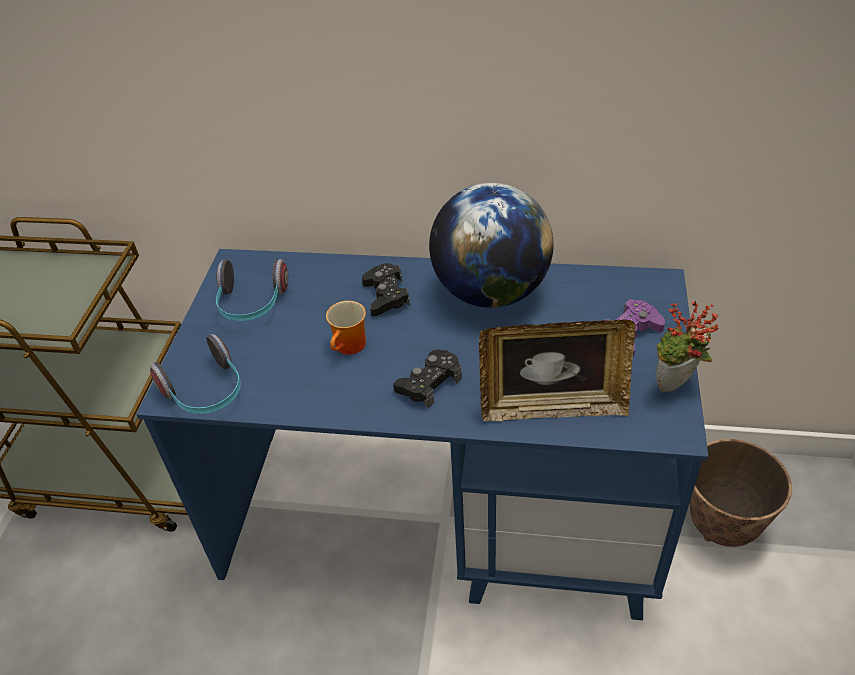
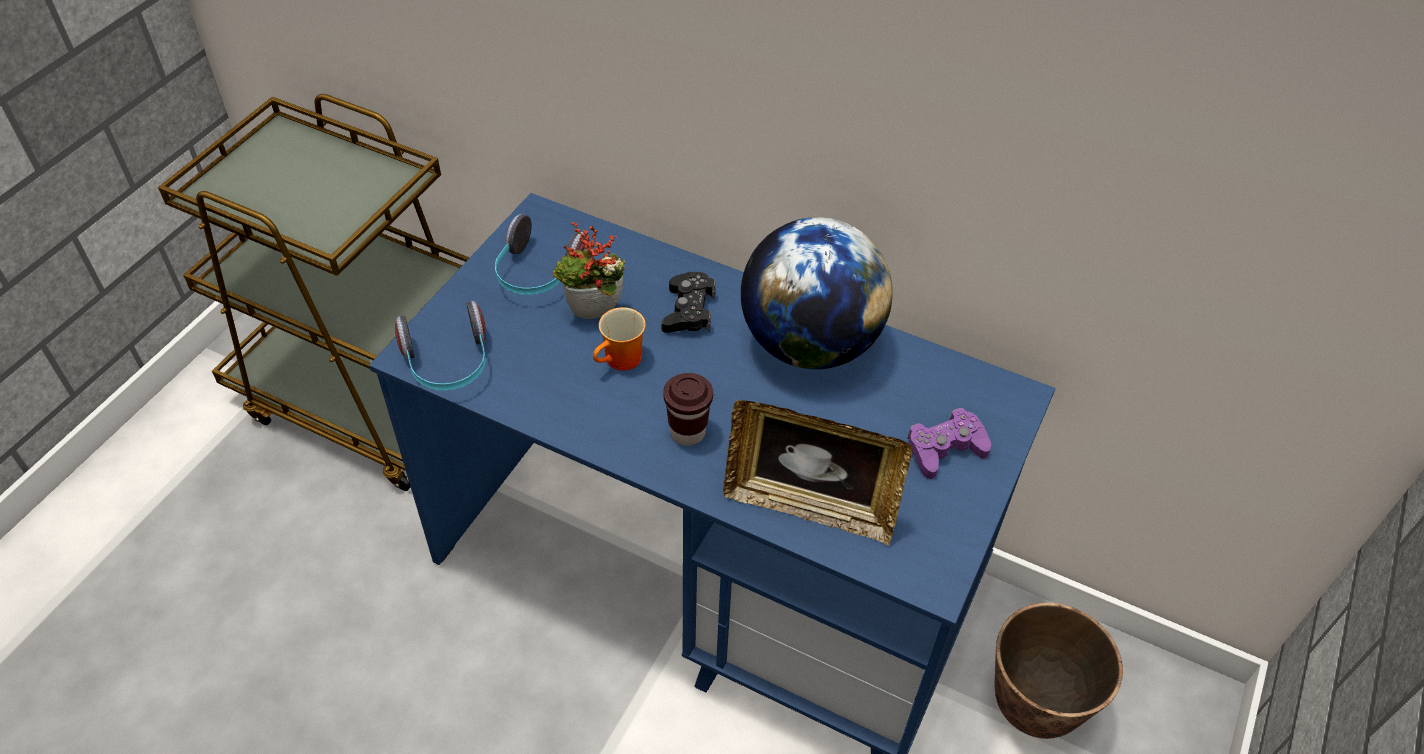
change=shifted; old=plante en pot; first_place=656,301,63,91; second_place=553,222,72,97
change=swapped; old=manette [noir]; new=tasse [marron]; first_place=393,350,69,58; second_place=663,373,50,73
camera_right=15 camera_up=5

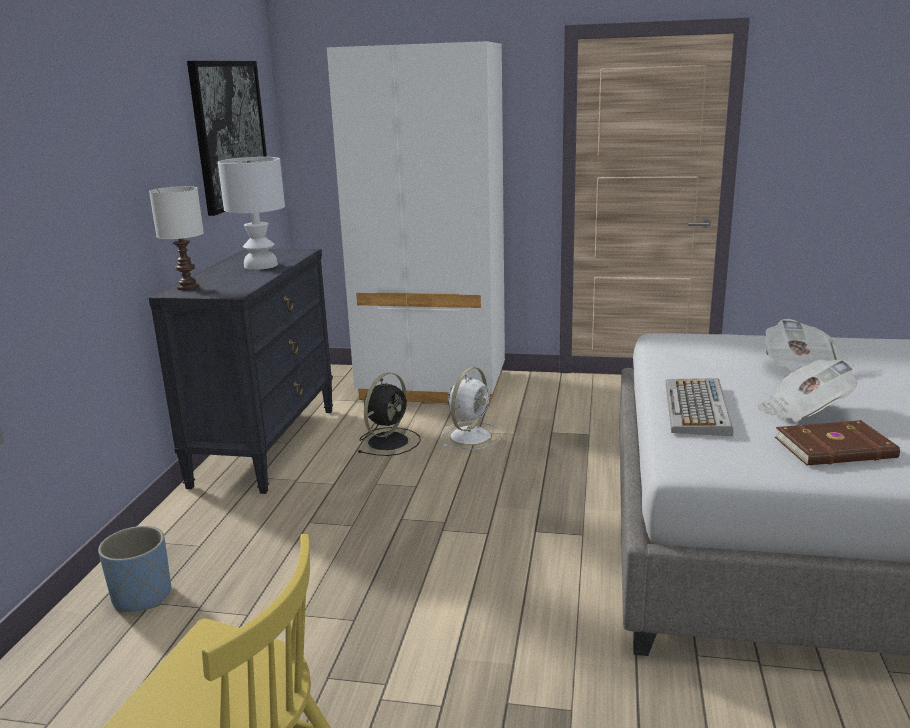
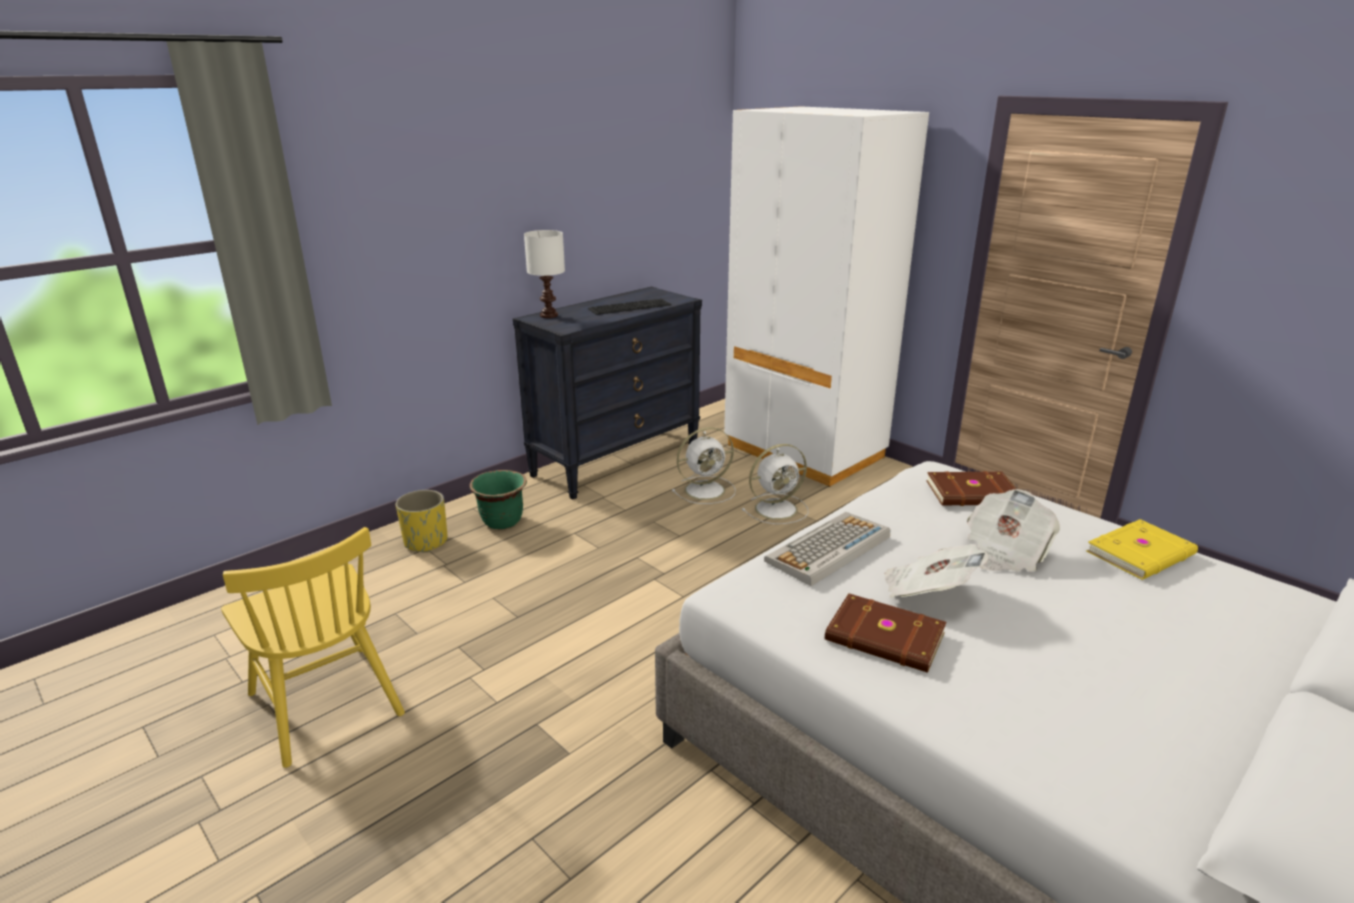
change=gone; old=tableau; first_place=187,61,80,155
change=new; new=cache-pot [vert]; second_place=470,470,57,60
change=new; new=livre [marron]; second_place=926,471,90,35
change=new; new=livre [jaune]; second_place=1087,519,111,61
change=swapped; old=lampe de table [blanc]; new=clavier; first_place=218,157,67,113; second_place=588,299,83,16
change=repainted; old=cache-pot [bleu]; new=cache-pot [jaune]; first_place=98,526,73,86; second_place=396,490,52,63
change=repainted; old=ventilateur [noir]; new=ventilateur [blanc]; first_place=357,372,64,84; second_place=672,427,64,77
camera_right=35 camera_up=5

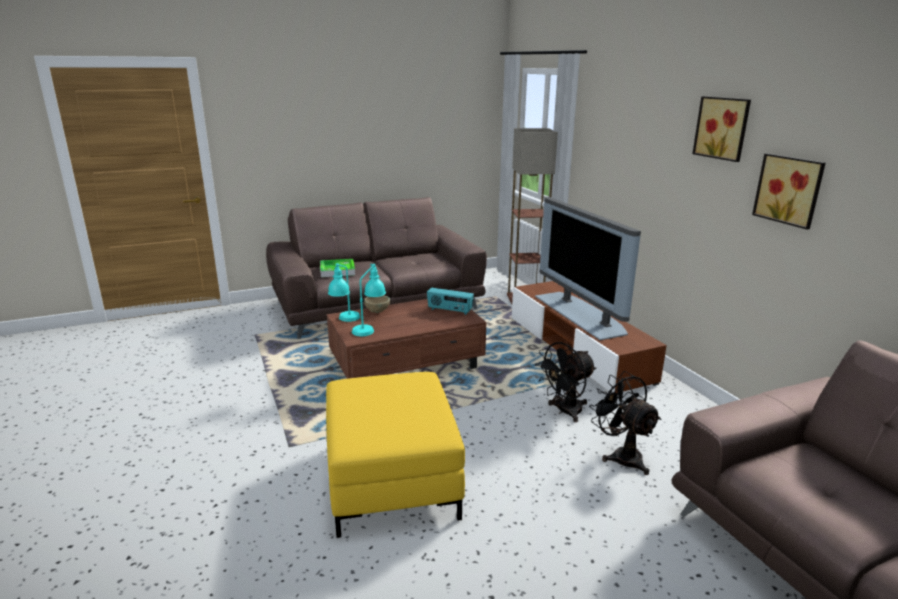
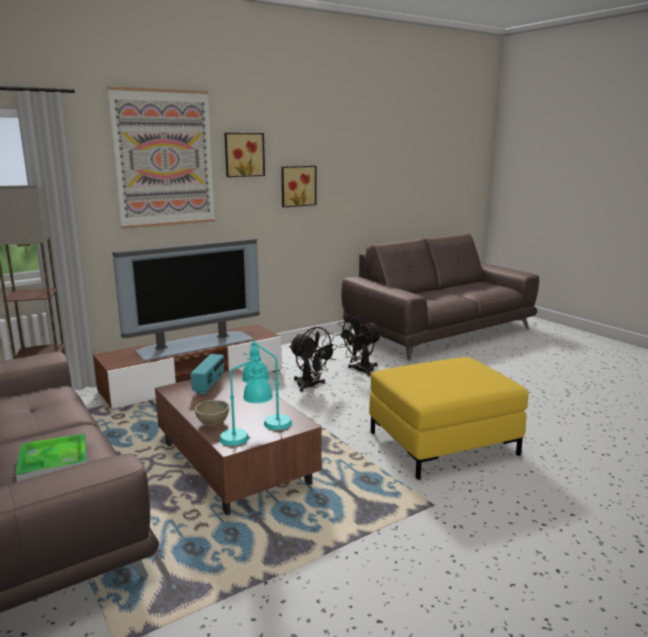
change=new; new=tableau; second_place=108,86,107,143
camera_right=-100 camera_up=-5

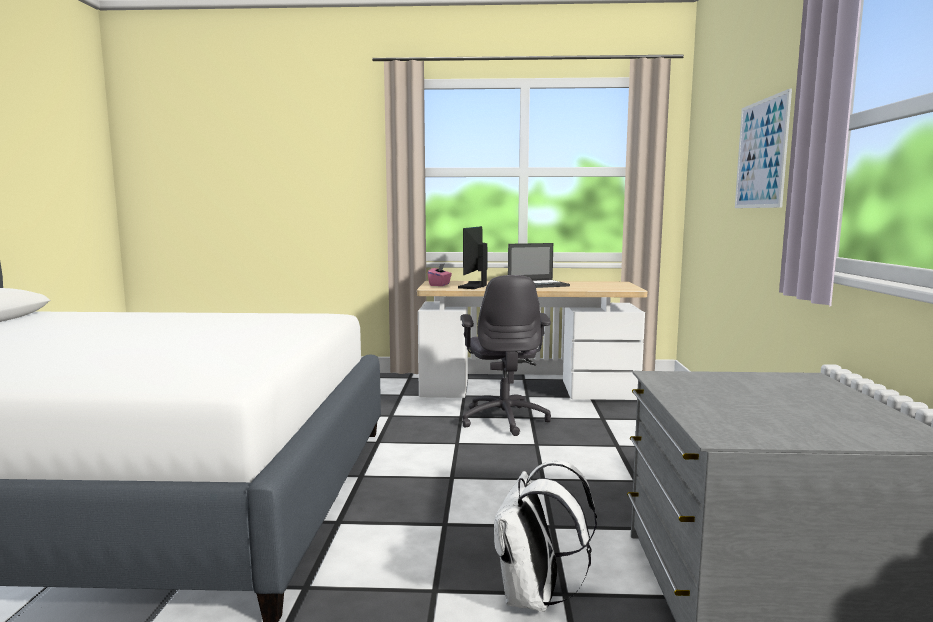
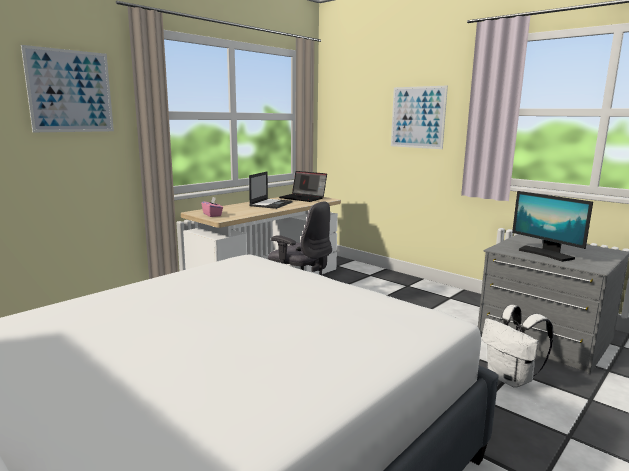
change=new; new=tableau; second_place=21,45,93,87
change=new; new=ordinateur portable; second_place=279,171,48,31
change=shifted; old=écran d'ordinateur; first_place=458,226,30,63; second_place=512,191,81,71
camera_right=-50 camera_up=5

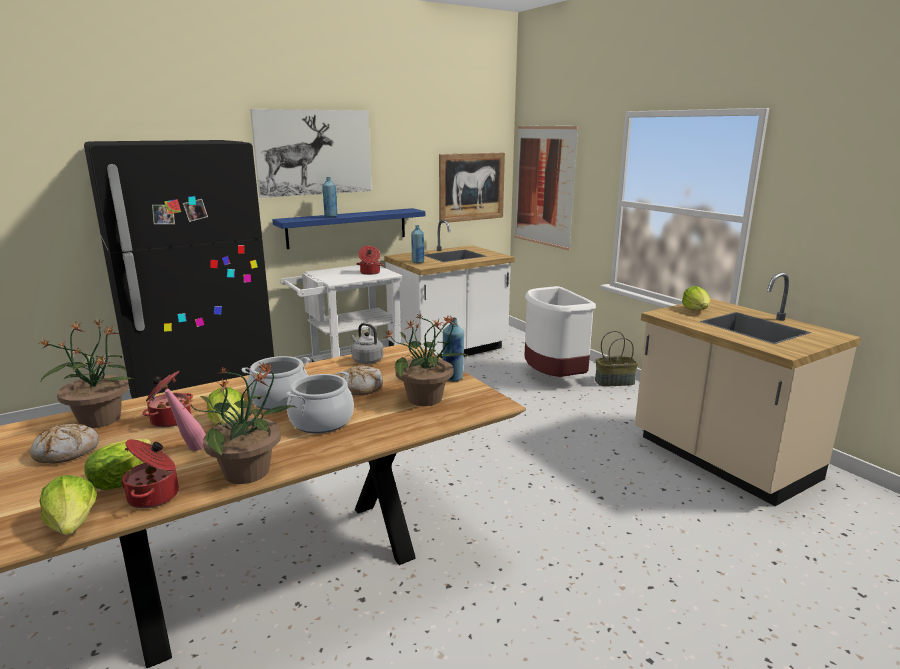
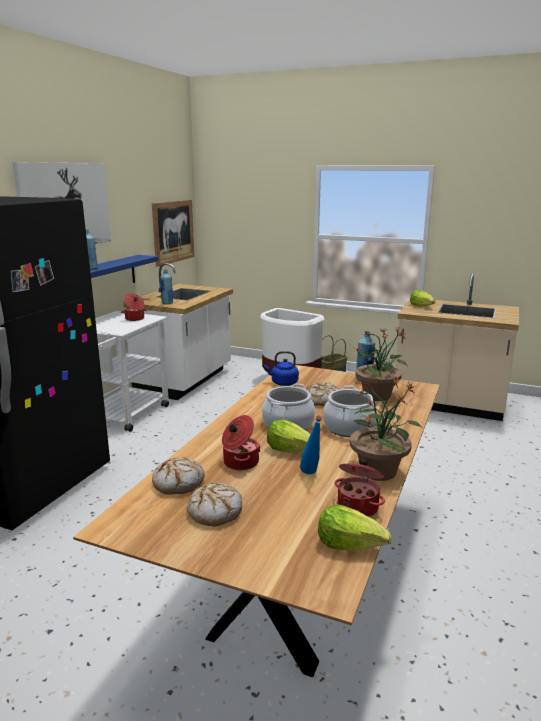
change=gone; old=laitue; first_place=84,439,68,51
change=gone; old=tableau; first_place=514,125,65,125
change=swapped; old=plante en pot; new=pain; first_place=40,320,95,108; second_place=152,457,53,38
change=repainted; old=bouteille [rose]; new=bouteille [bleu]; first_place=161,383,45,68; second_place=300,416,22,58
change=repainted; old=bouilloire [gris]; new=bouilloire [bleu]; first_place=351,323,32,41; second_place=264,351,35,35
camera_right=-35 camera_up=0

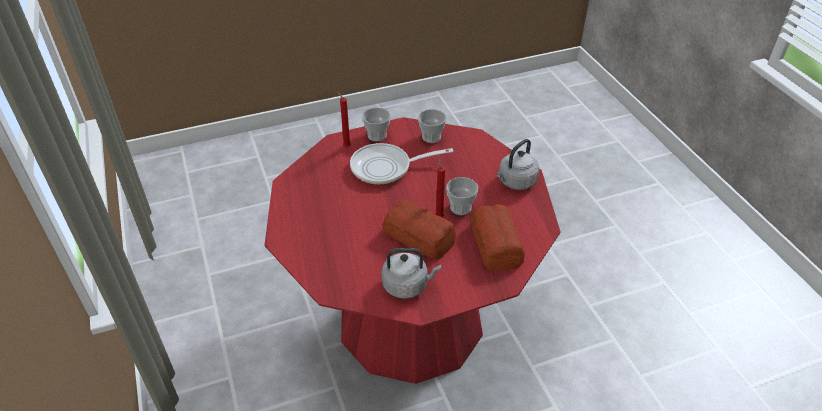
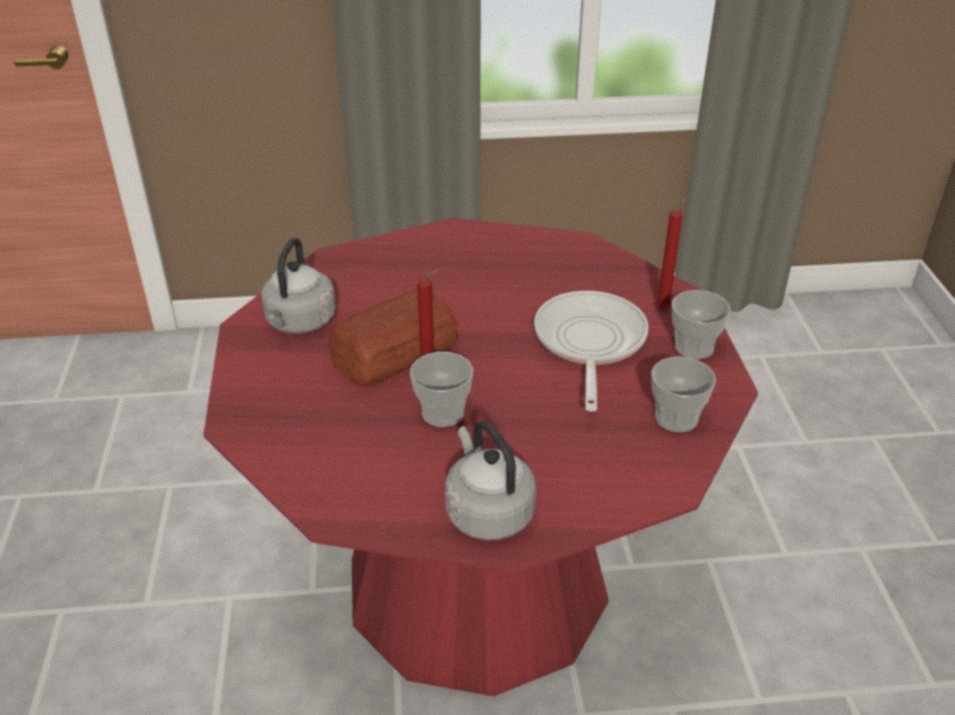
change=gone; old=pain; first_place=470,204,55,67
camera_right=105 camera_up=-5

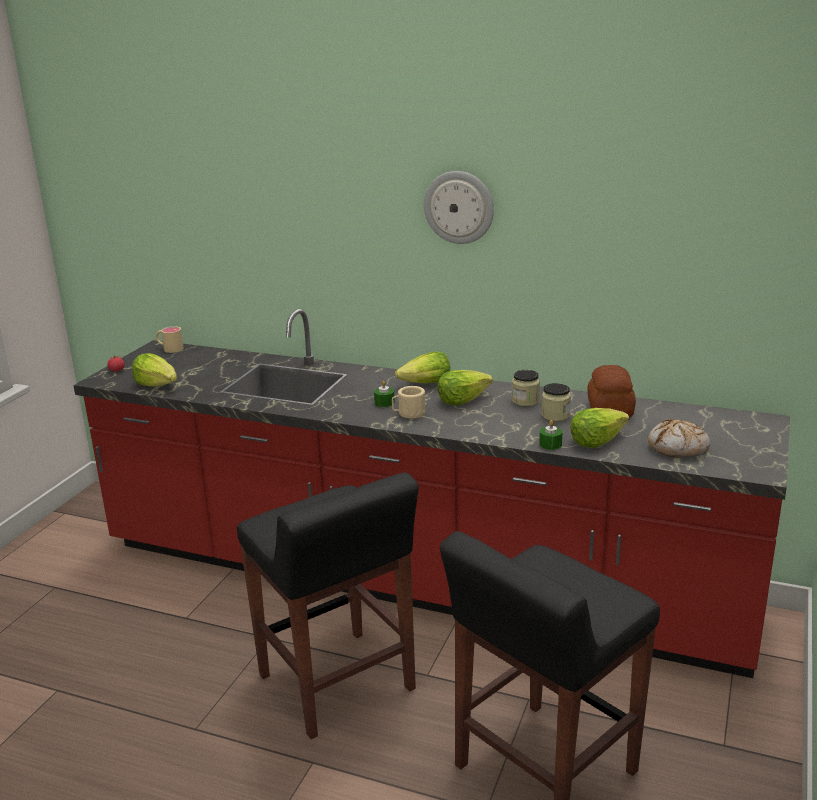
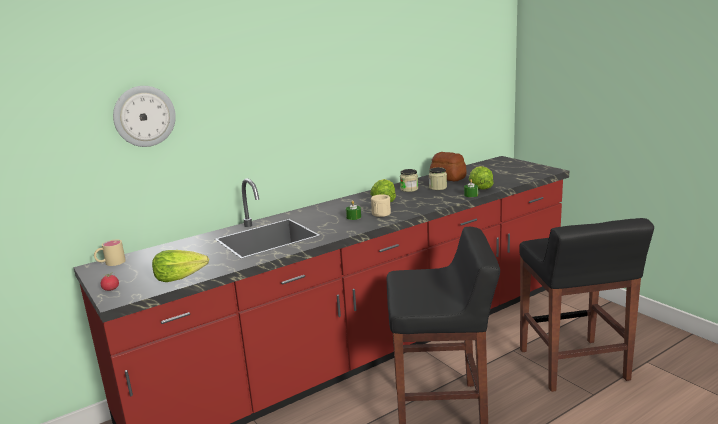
change=gone; old=laitue; first_place=395,351,55,32
change=gone; old=pain; first_place=648,419,62,39
change=shifted; old=horloge murale; first_place=424,171,70,73; second_place=113,86,63,61
camera_right=-55 camera_up=-5

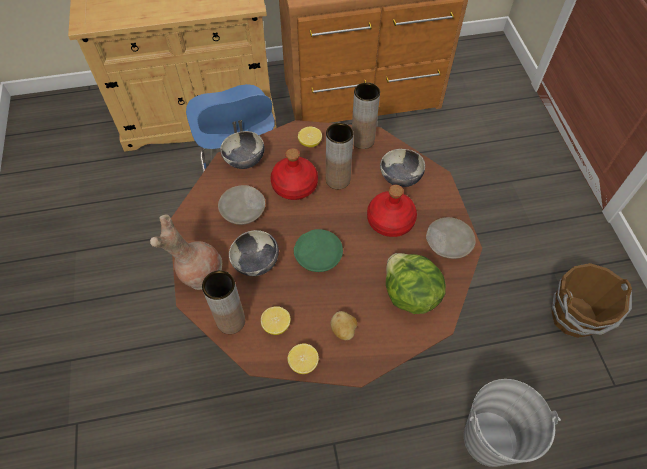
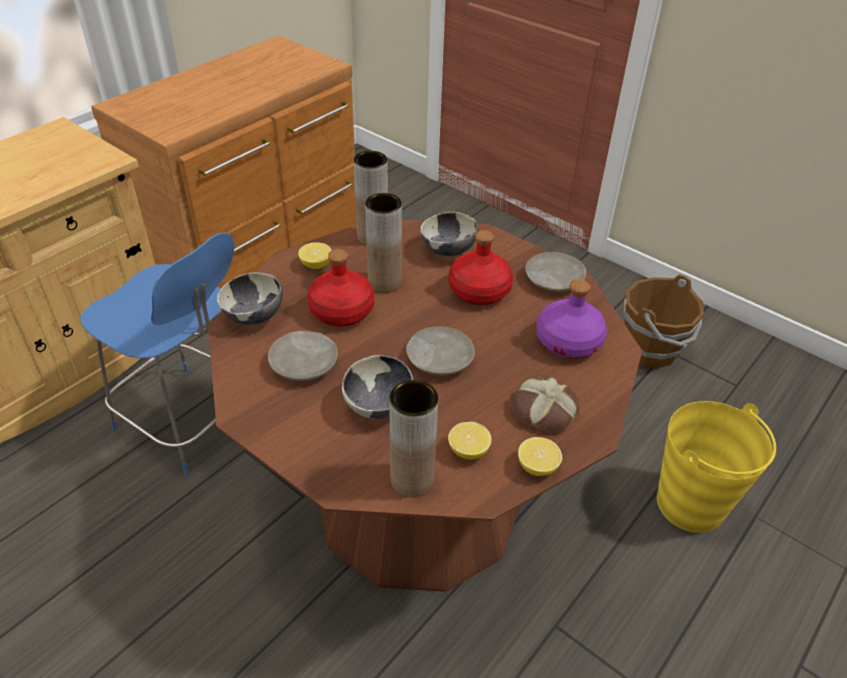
change=gone; old=vase [marron]; first_place=150,214,72,76
change=swapped; old=pomme de terre; new=pain; first_place=330,311,27,29; second_place=512,375,68,57
change=swapped; old=laitue; new=bouteille [violet]; first_place=386,253,60,61; second_place=536,279,71,80
change=repainted; old=assiette [vert]; new=assiette [beige]; first_place=294,229,49,43; second_place=406,326,69,49
change=repainted; old=seau [gris]; new=seau [jaune]; first_place=464,379,97,88; second_place=657,401,119,132
camera_right=-40 camera_up=-15

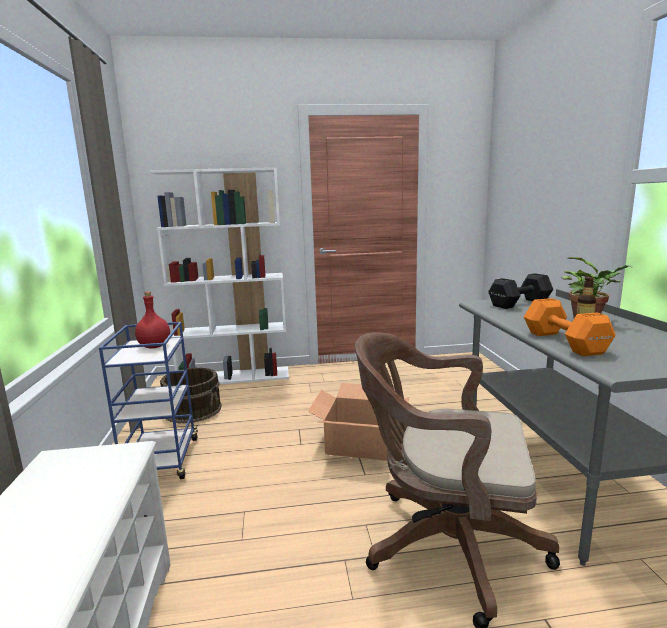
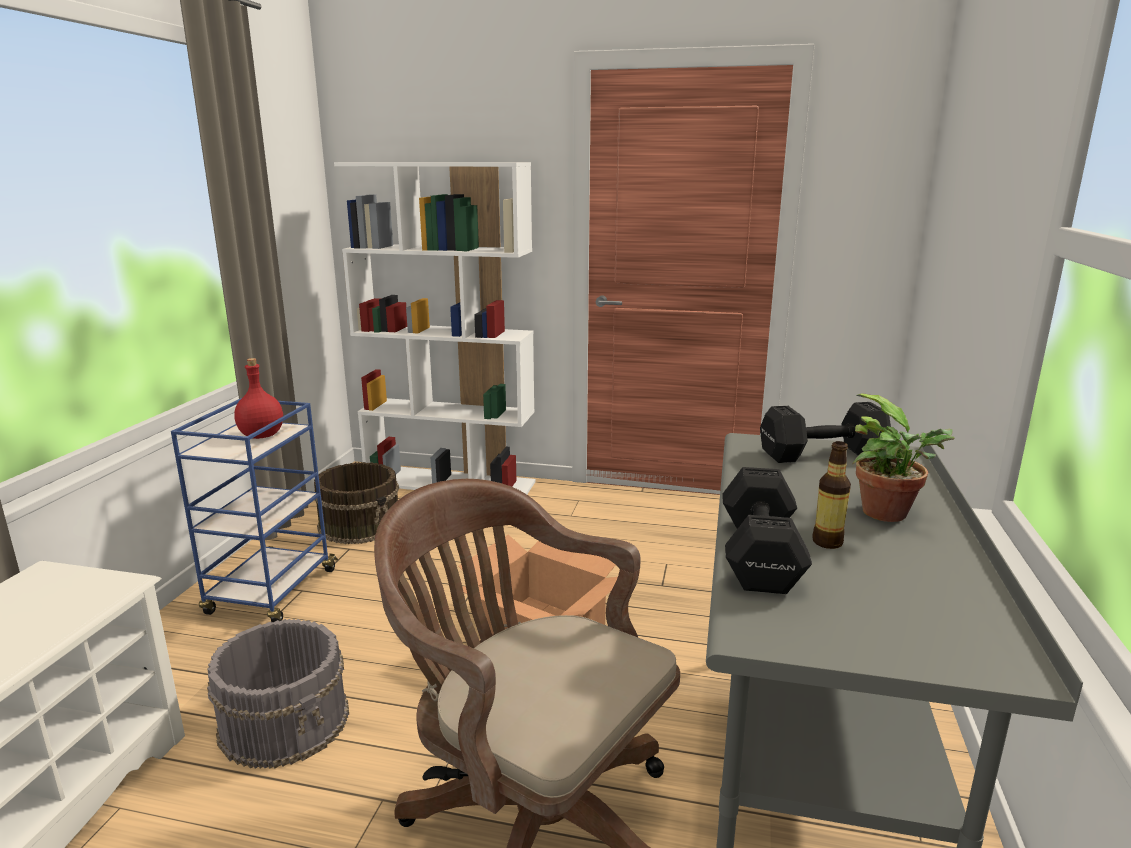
change=new; new=seau [gris]; second_place=207,619,142,150
change=repainted; old=haltère [orange]; new=haltère [noir]; first_place=524,298,92,58; second_place=722,467,90,127
camera_right=20 camera_up=5

